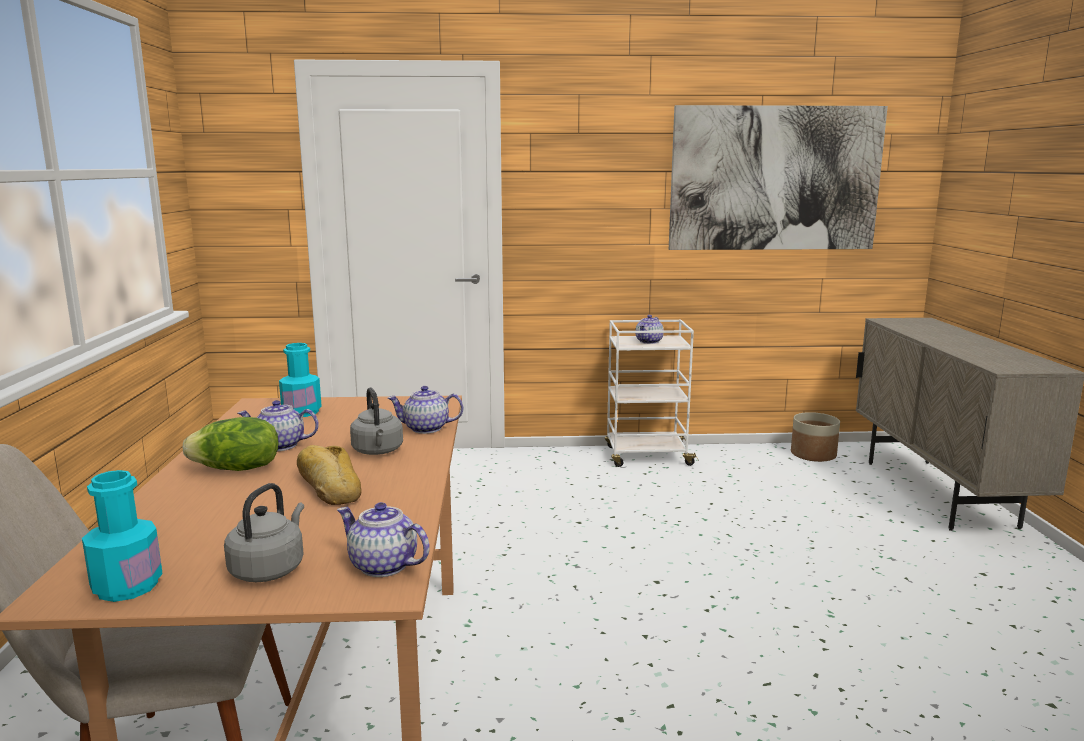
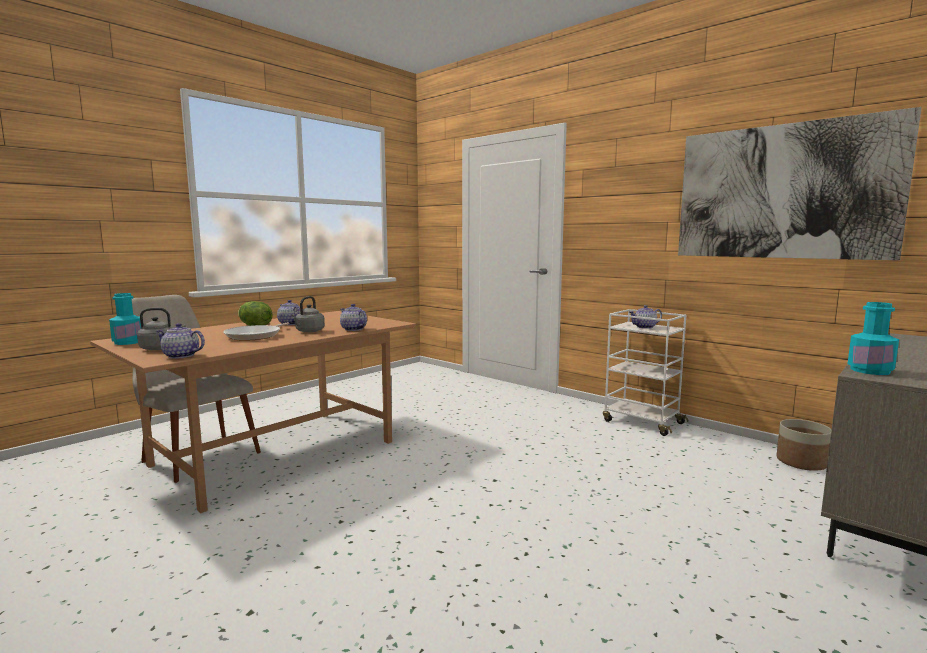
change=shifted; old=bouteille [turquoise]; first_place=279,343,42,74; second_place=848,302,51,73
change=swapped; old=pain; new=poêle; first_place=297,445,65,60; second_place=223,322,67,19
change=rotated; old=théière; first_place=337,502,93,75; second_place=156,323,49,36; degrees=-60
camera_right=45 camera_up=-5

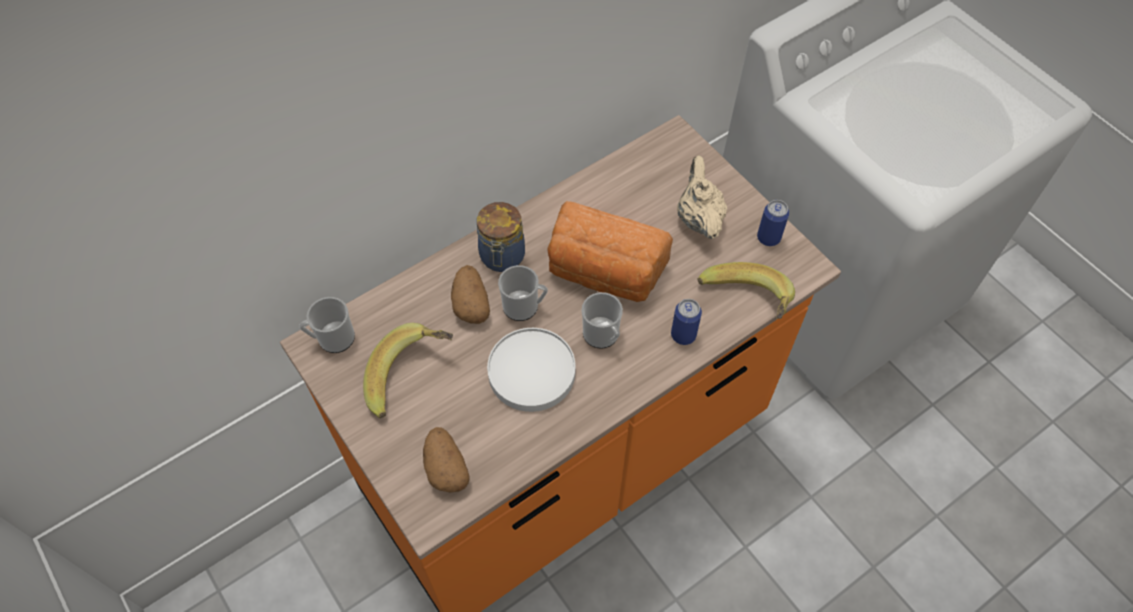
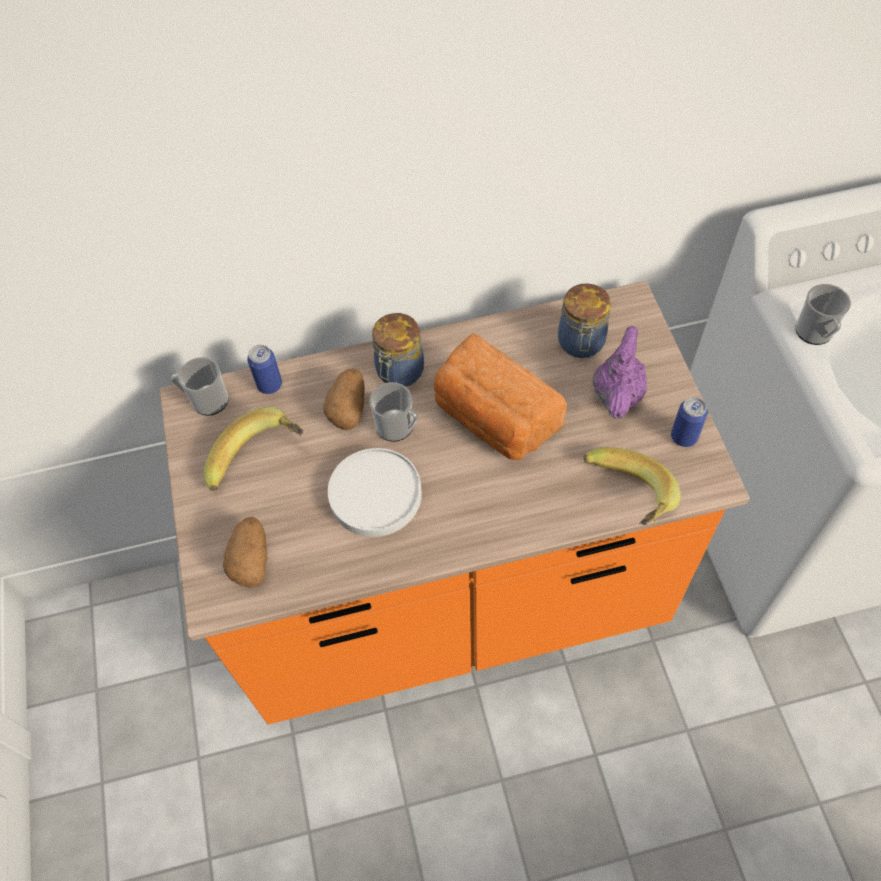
change=new; new=bocal; second_place=558,283,53,75
change=shifted; old=mug; first_place=581,292,42,57; second_place=795,284,56,61
change=shifted; old=boîte métallique; first_place=671,299,31,46; second_place=247,345,35,49
change=repainted; old=théière [beige]; new=théière [violet]; first_place=677,155,50,84; second_place=593,326,54,93
camera_right=25 camera_up=0

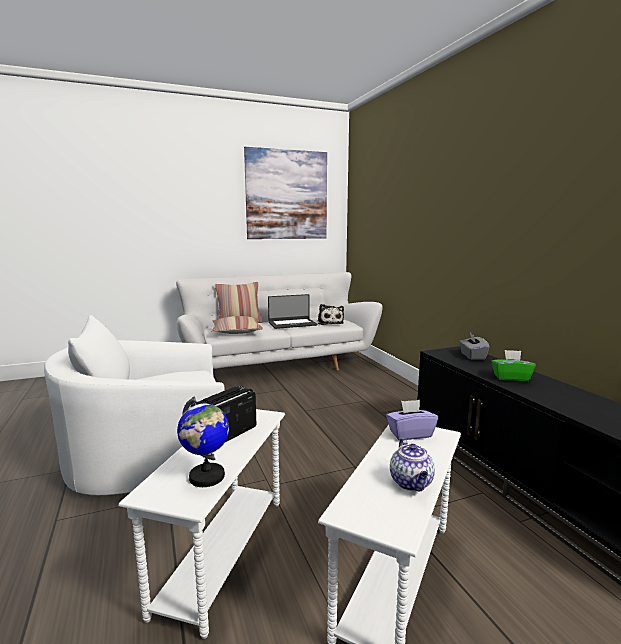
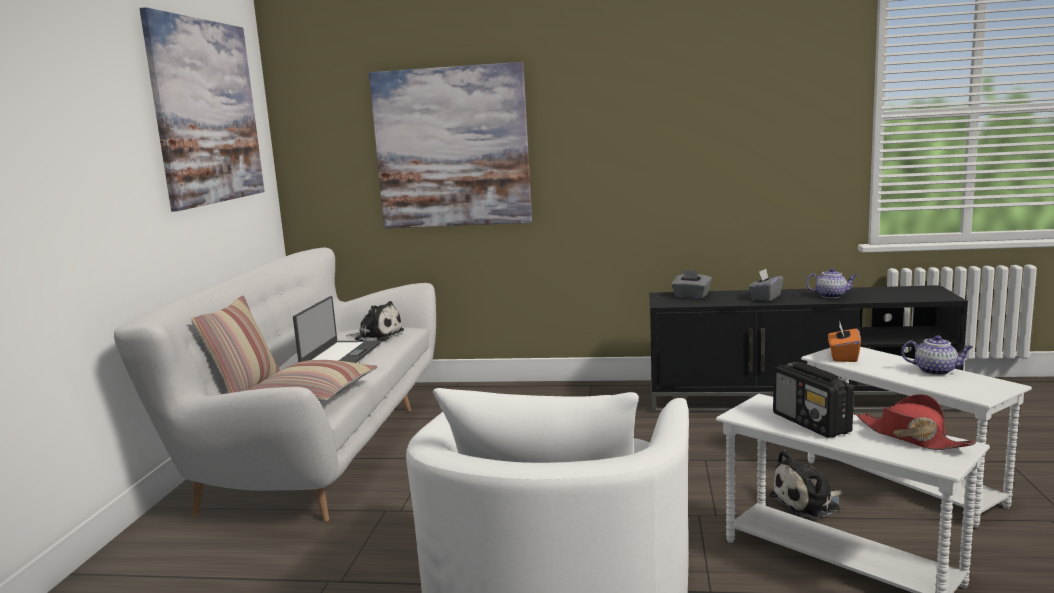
change=new; new=tableau; second_place=369,62,163,166
change=new; new=peluche; second_place=769,450,74,68
change=new; new=théière; second_place=806,268,51,30
change=swapped; old=globe; new=chapeau [rouge]; first_place=177,396,52,91; second_place=857,394,119,56
change=repainted; old=boîte à mouchoirs [violet]; new=boîte à mouchoirs [orange]; first_place=386,400,52,40; second_place=828,323,33,39
change=repainted; old=boîte à mouchoirs [vert]; new=boîte à mouchoirs [gris]; first_place=491,350,45,31; second_place=749,269,35,33
camera_right=-60 camera_up=0

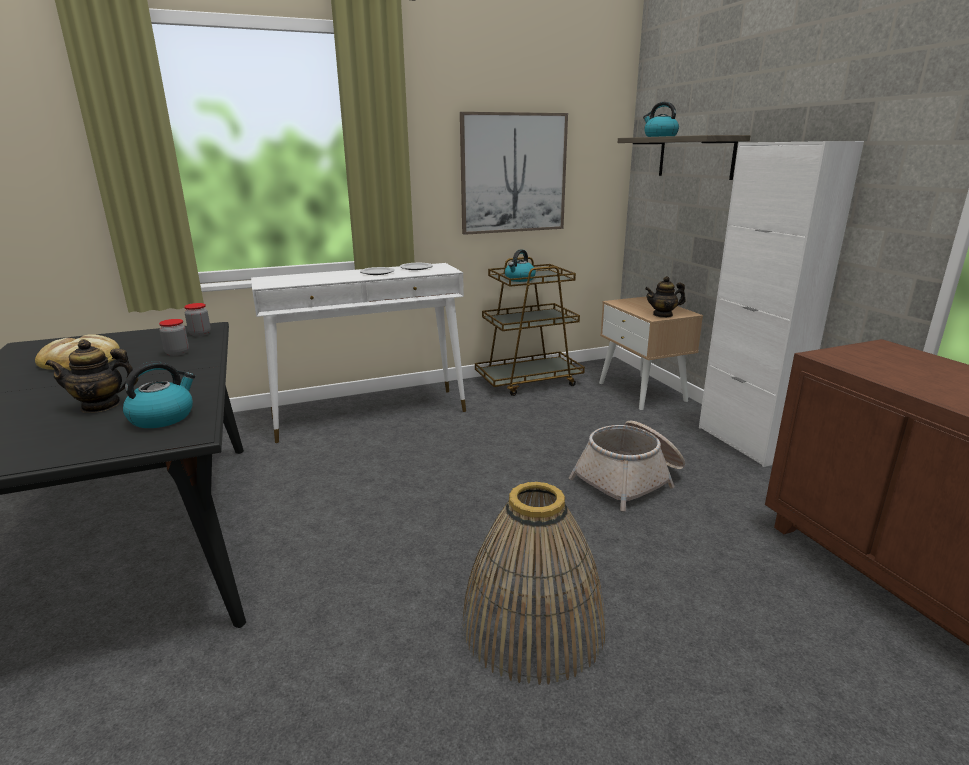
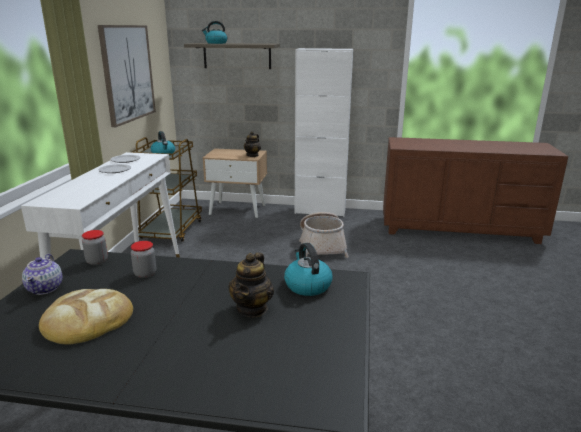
change=gone; old=panier; first_place=462,482,143,203
change=new; new=théière; second_place=22,254,41,41
camera_right=-60 camera_up=0

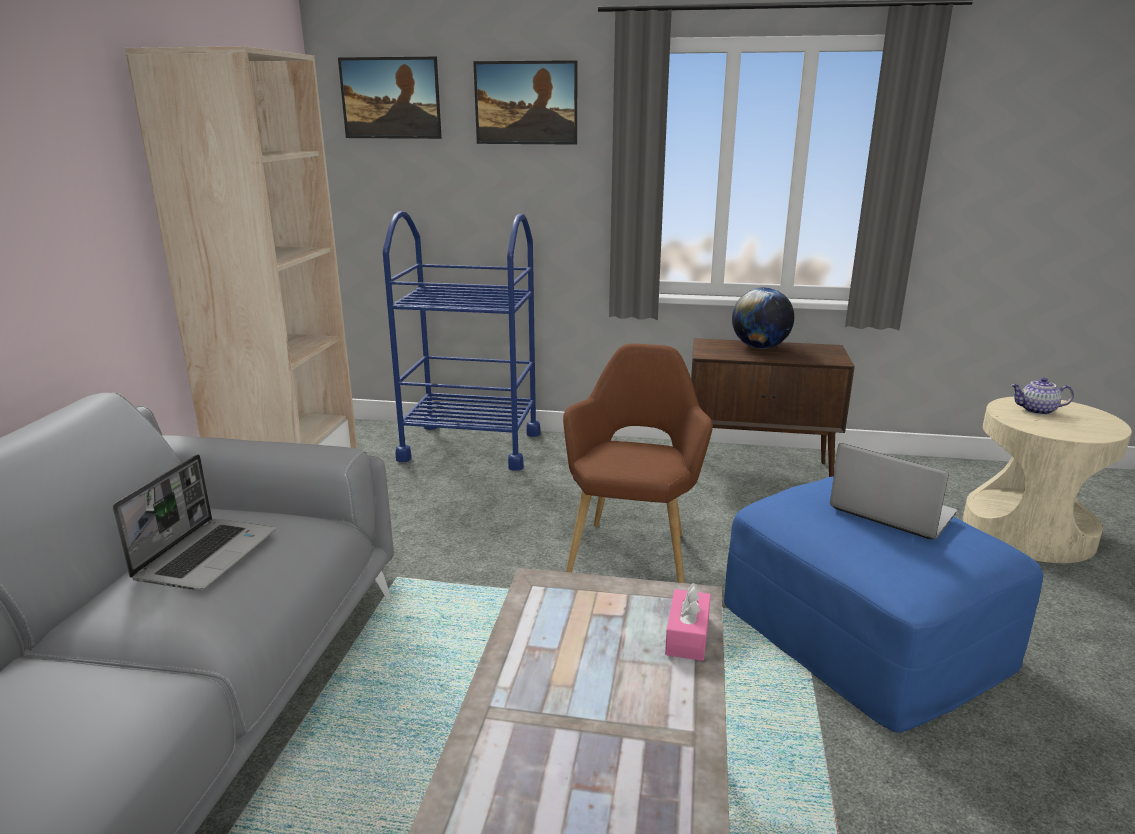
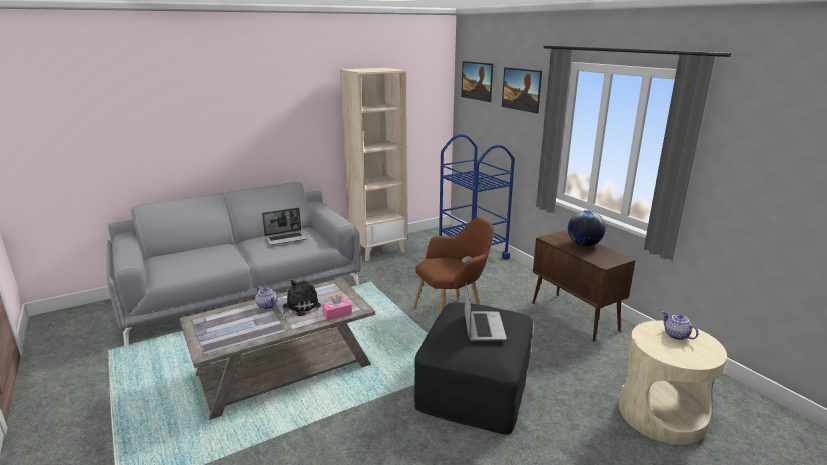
change=new; new=théière; second_place=255,286,22,23
change=new; new=peluche; second_place=281,280,40,39
change=repainted; old=pouf [bleu]; new=pouf [noir]; first_place=724,476,319,257; second_place=414,302,119,133
camera_right=50 camera_up=0

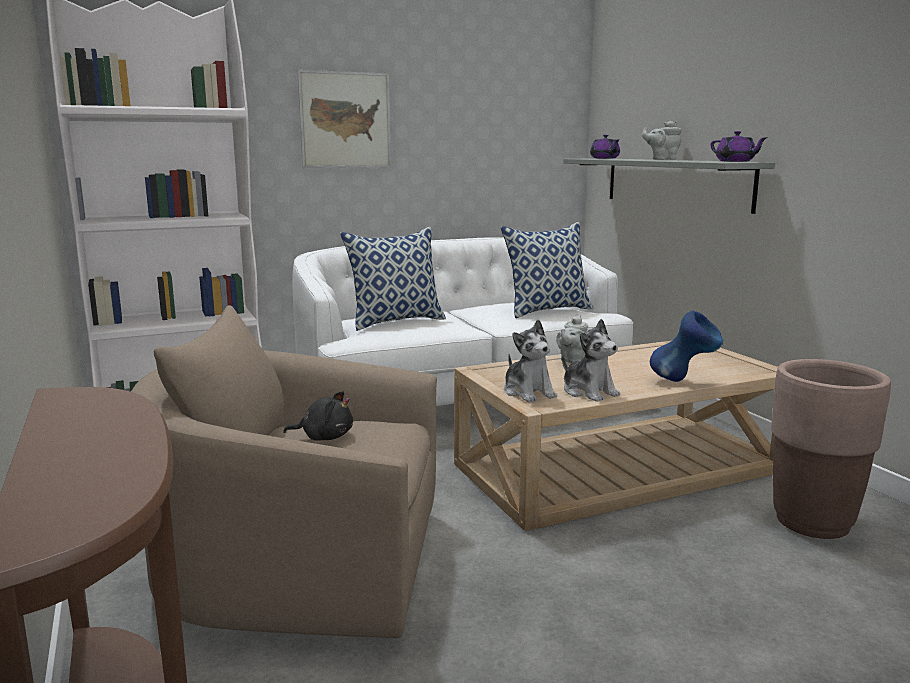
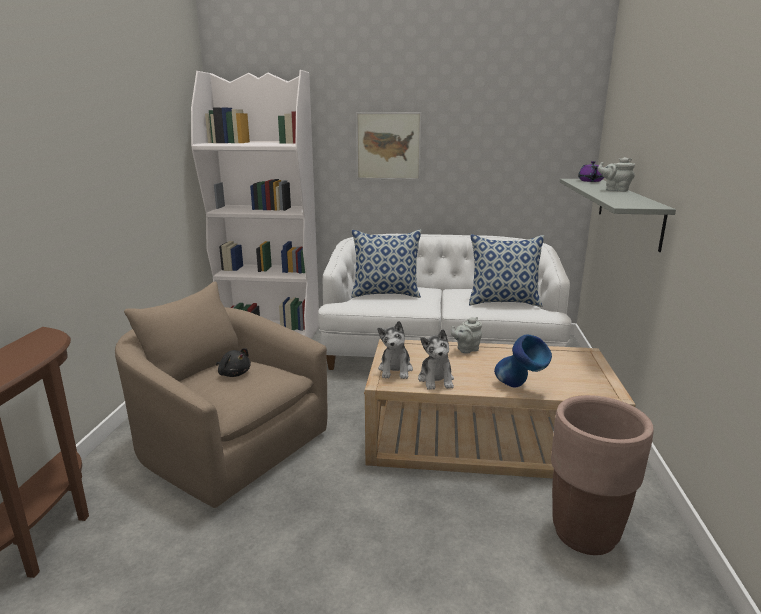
change=gone; old=théière [violet]; first_place=711,131,57,31
camera_right=30 camera_up=5

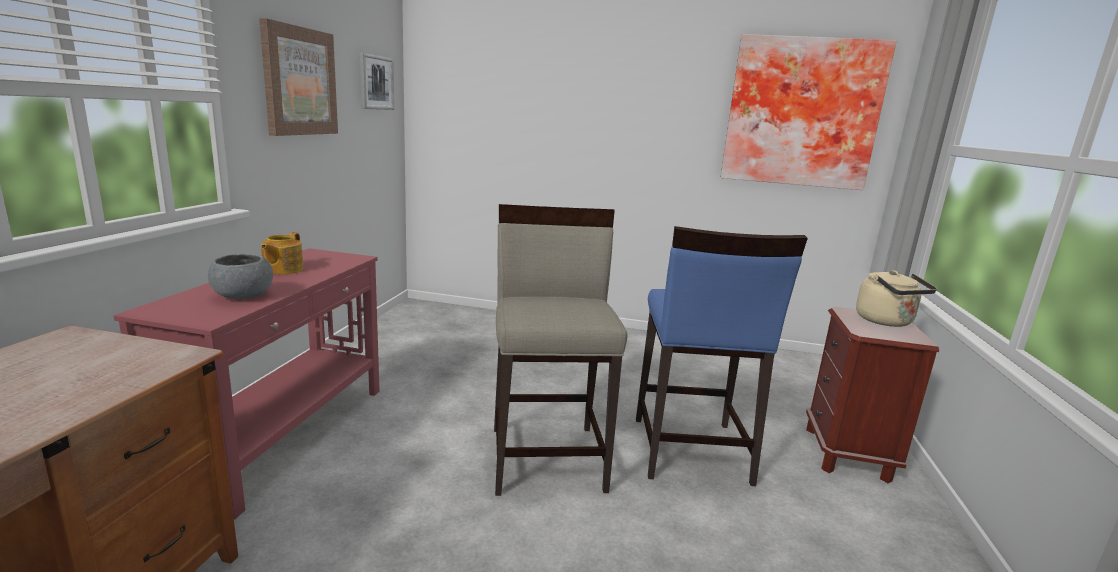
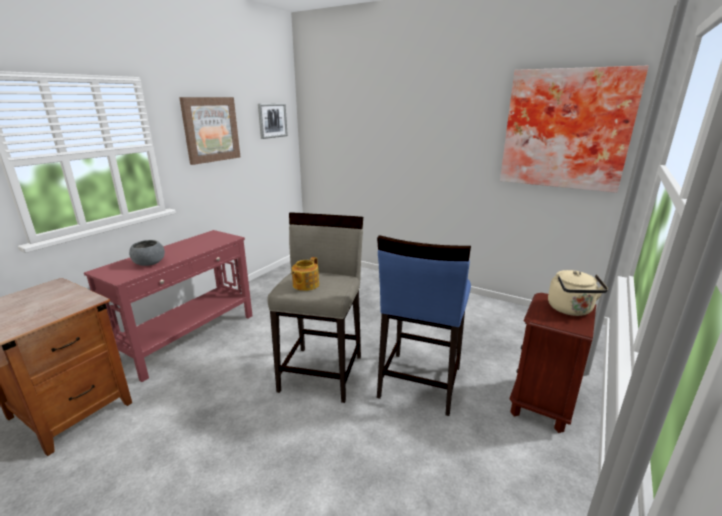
change=shifted; old=théière; first_place=261,232,43,43; second_place=291,257,28,34
camera_right=20 camera_up=5

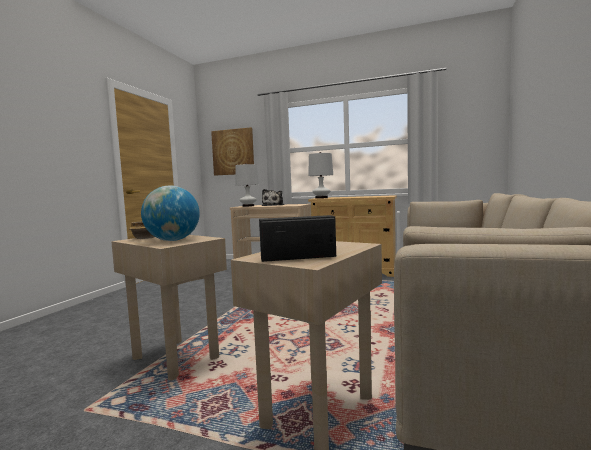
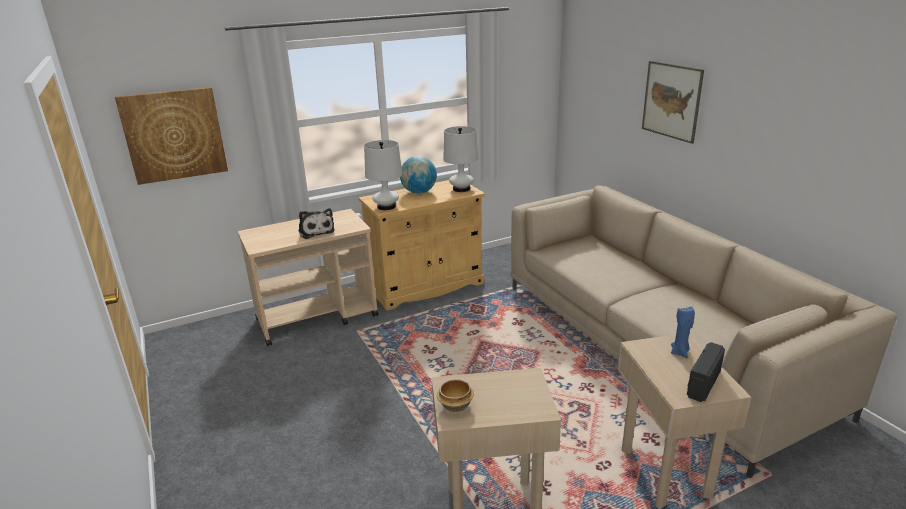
change=new; new=tableau; second_place=642,61,62,83
change=new; new=bougie [bleu]; second_place=671,306,24,52
change=shifted; old=globe; first_place=141,185,59,56; second_place=400,156,37,38
change=shifted; old=lampe de table [blanc]; first_place=235,163,24,44; second_place=443,126,35,66
camera_right=-45 camera_up=20

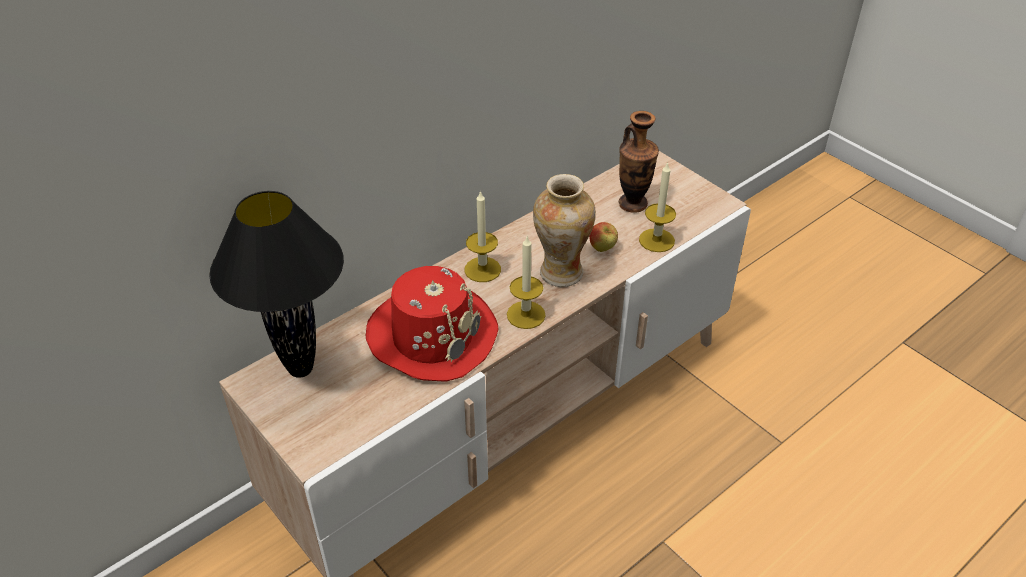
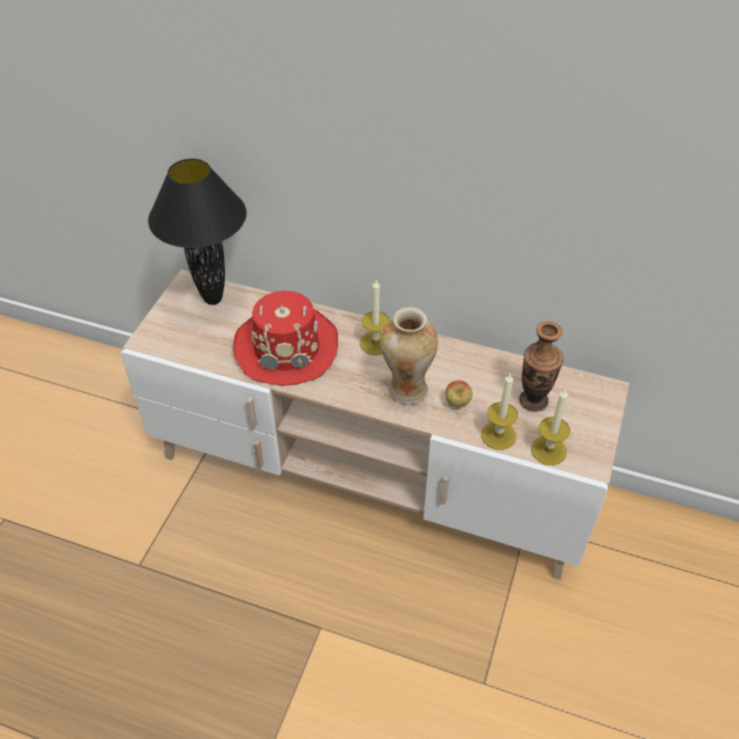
change=shifted; old=bougie; first_place=507,235,39,94; second_place=531,388,39,77
camera_right=60 camera_up=5

